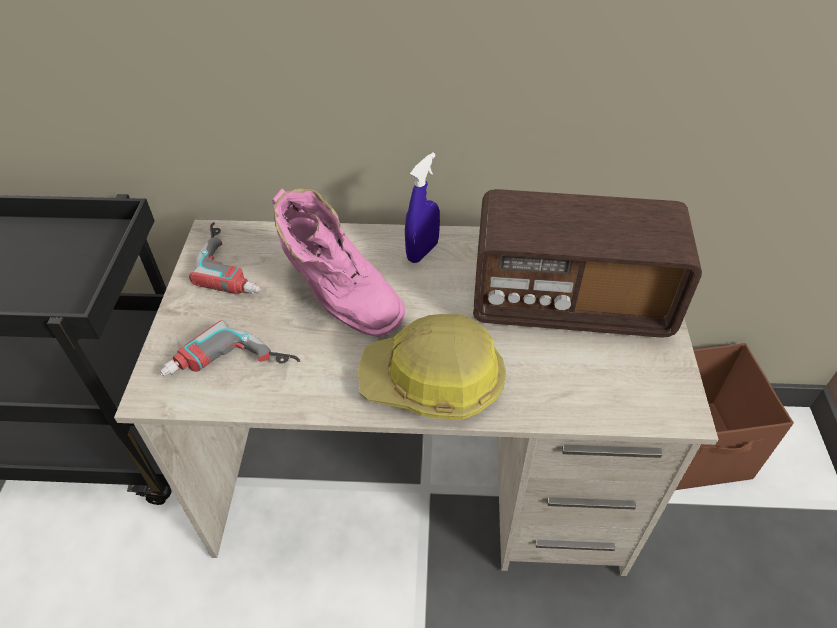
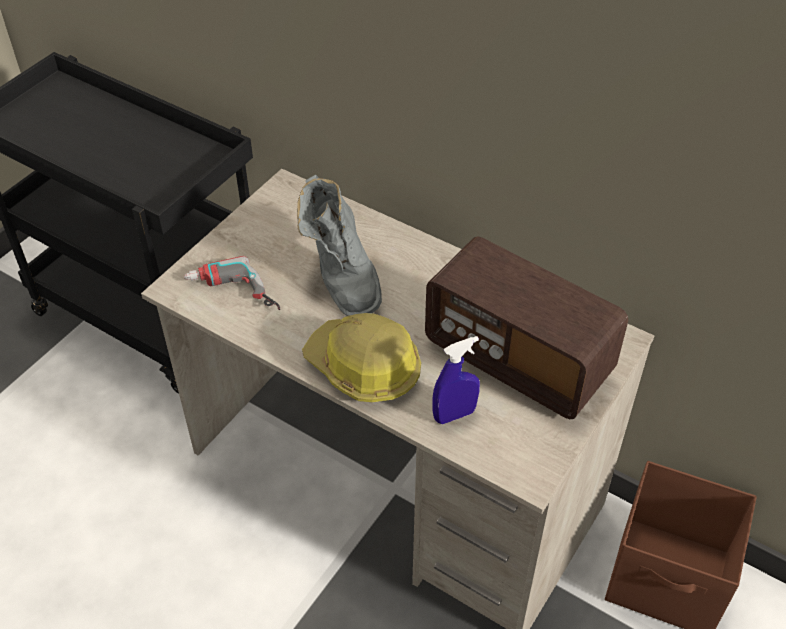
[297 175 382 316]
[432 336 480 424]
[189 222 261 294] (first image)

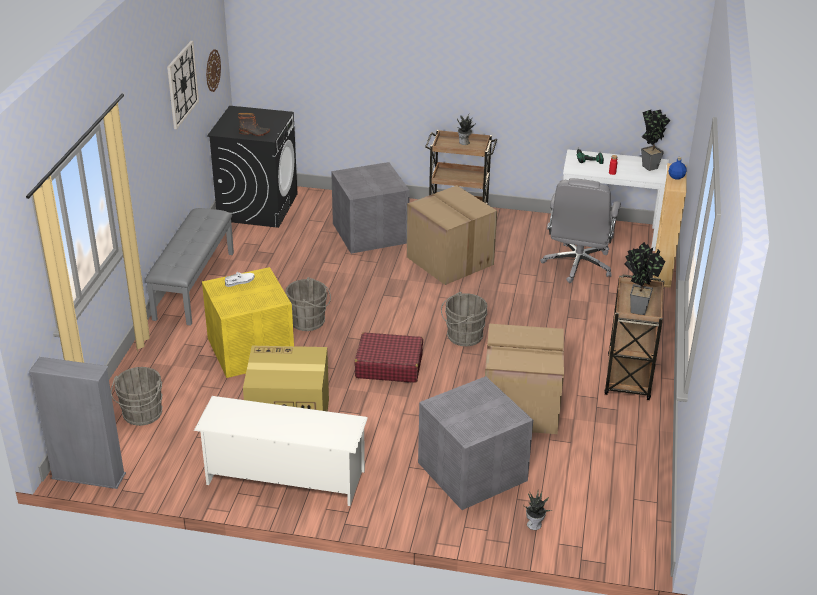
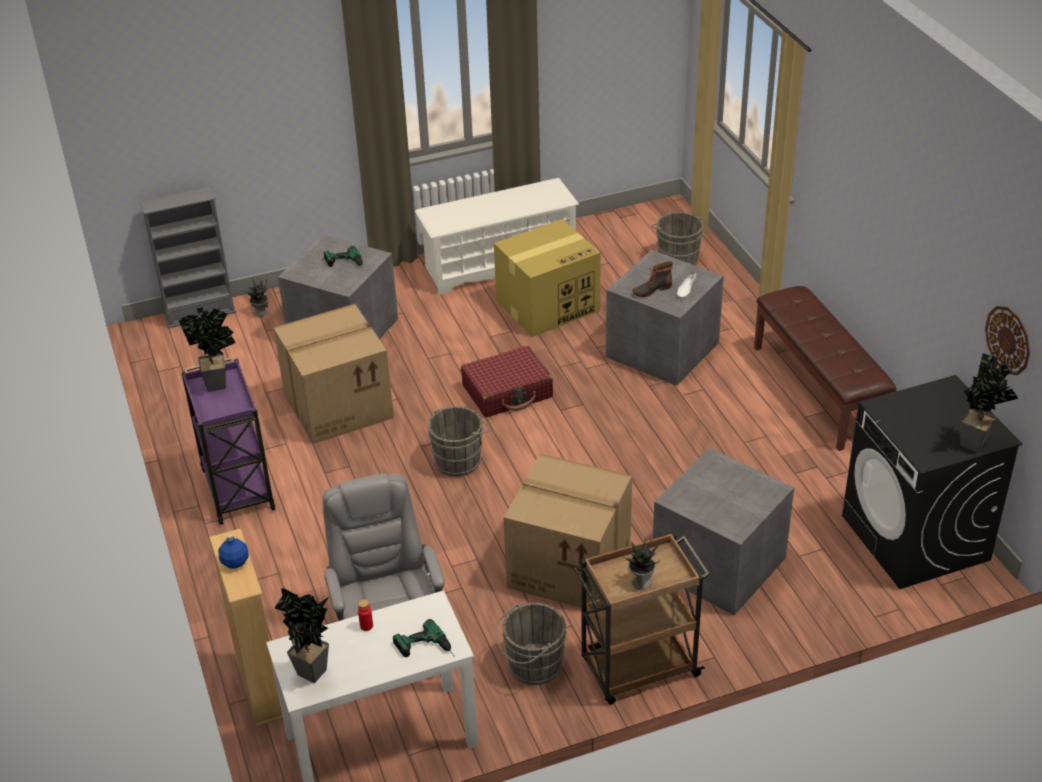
[140 187 236 328]
[181 357 276 525]
[324 246 363 269]
[495 603 567 685]
[606 250 724 386]
[633 261 673 297]
[754 286 897 451]
[960 353 1019 452]
[167 41 199 129] (first image)

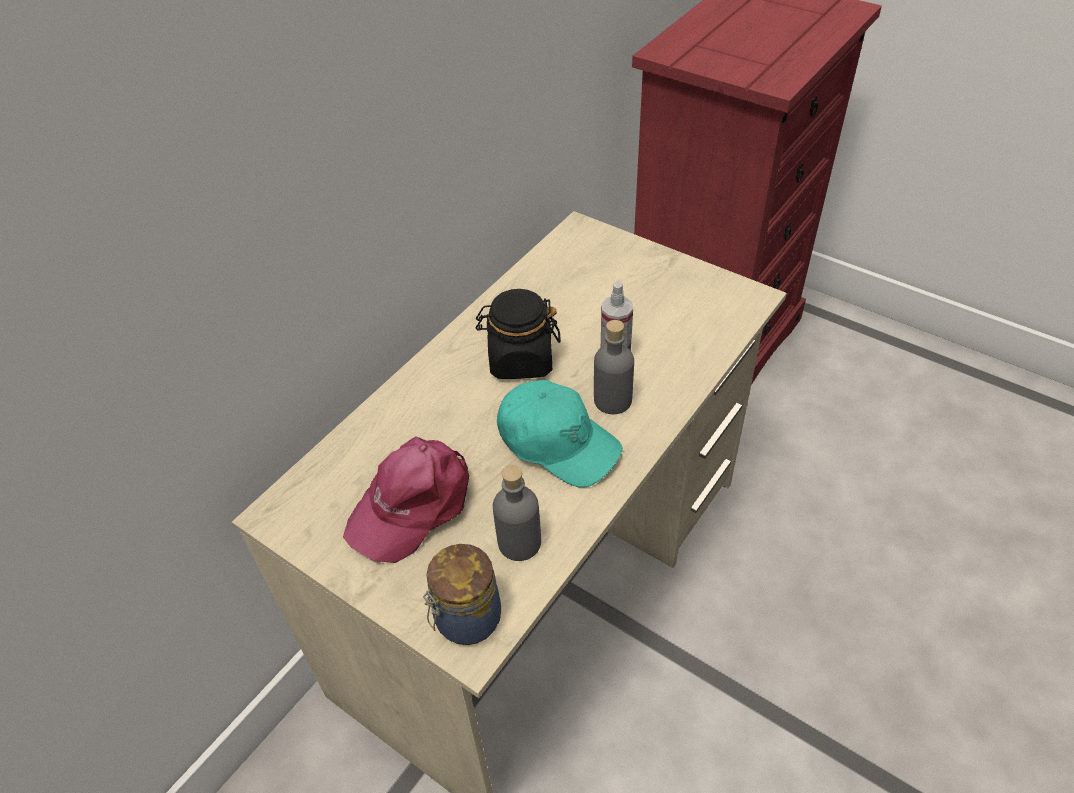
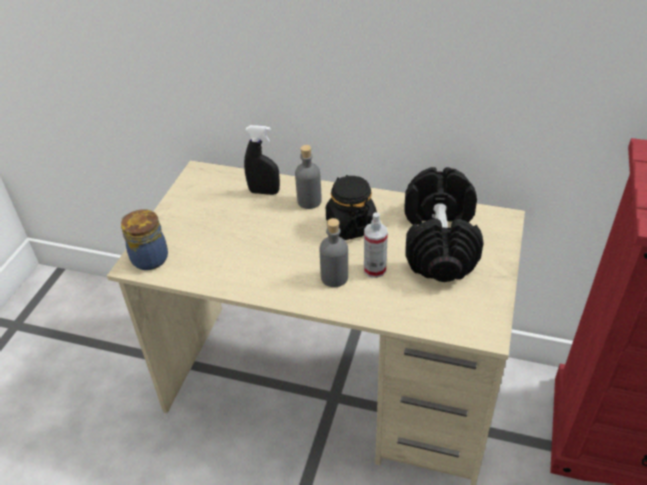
[244 125 280 195]
[295 145 322 209]
[404 167 483 282]
[343 436 469 563] (first image)
[497 380 623 488] (first image)

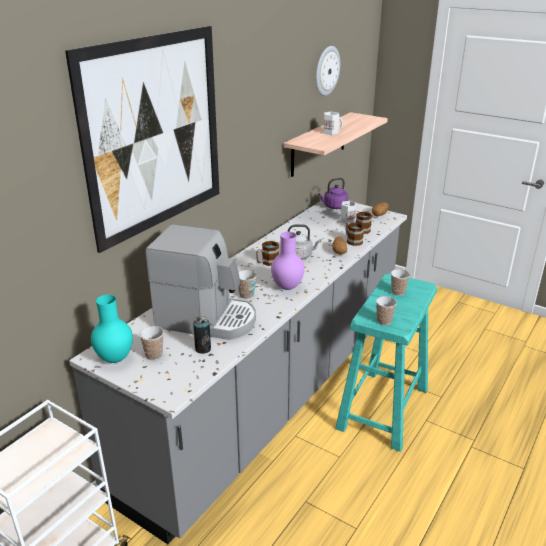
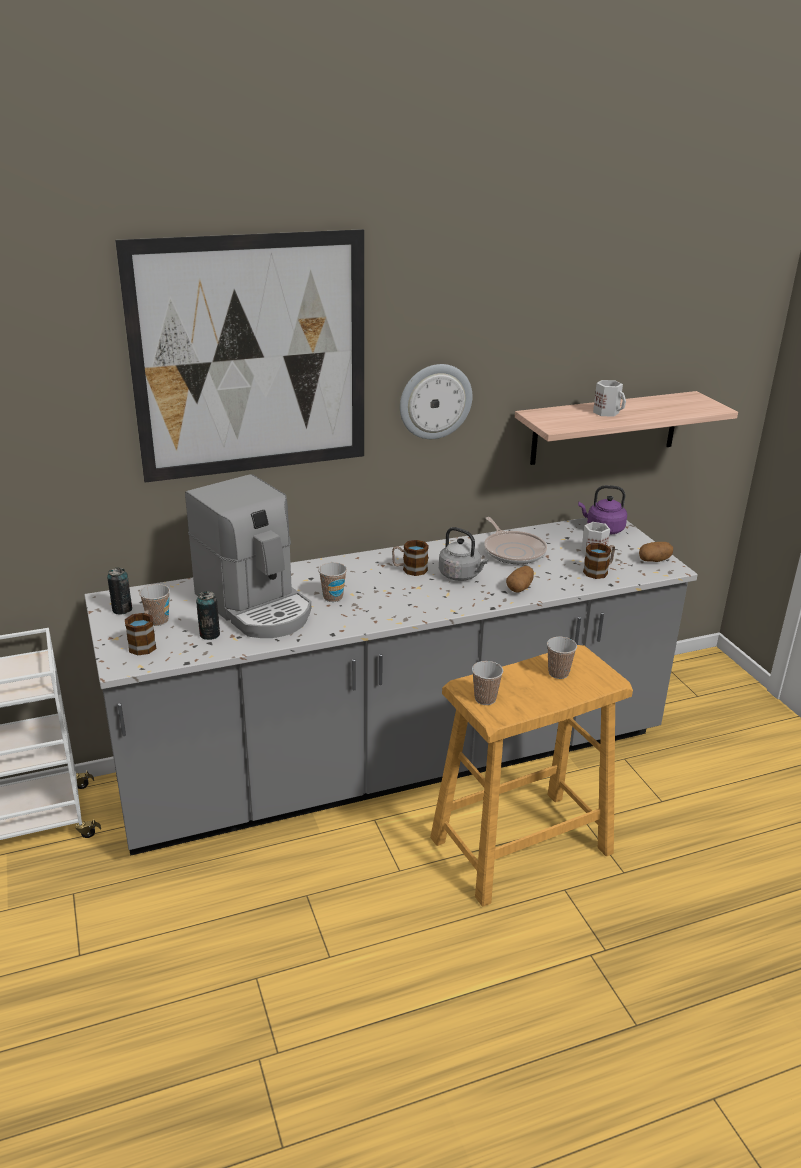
[107 568 132 615]
[125 610 157 655]
[400 364 472 439]
[430 645 633 907]
[484 517 547 564]
[271 232 305 290] (first image)

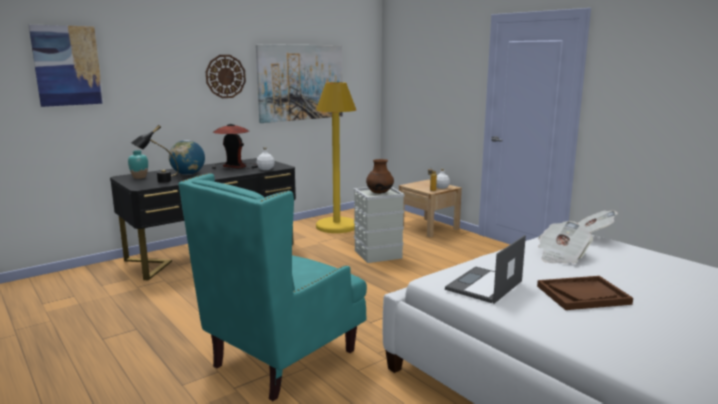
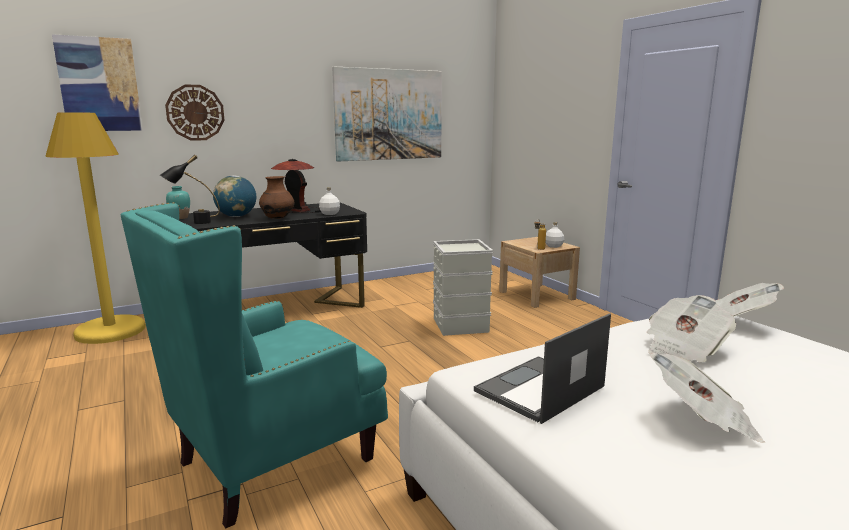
[45 113 146 344]
[165 84 224 141]
[259 176 295 219]
[650 352 765 443]

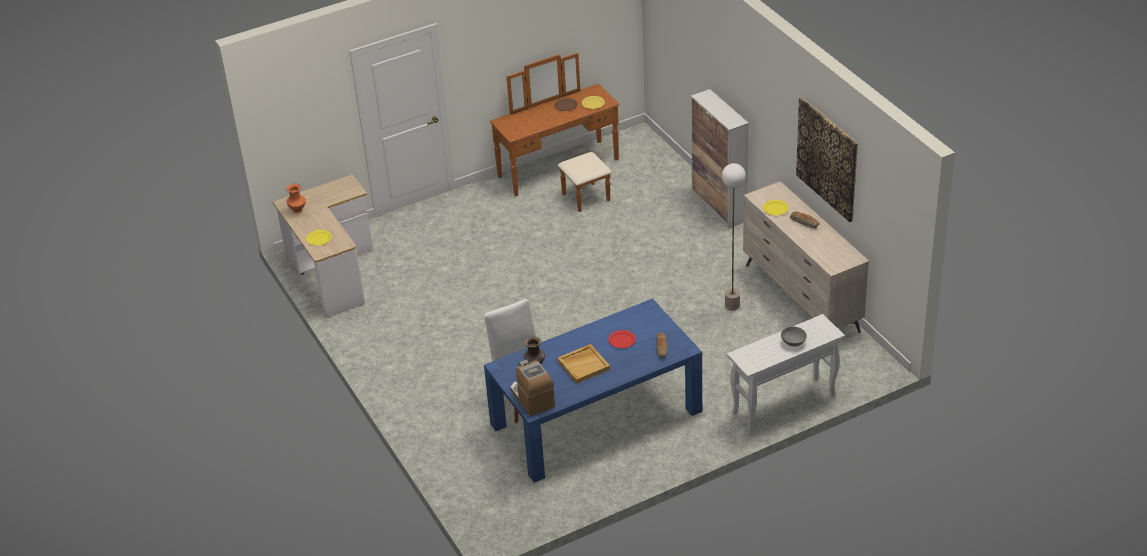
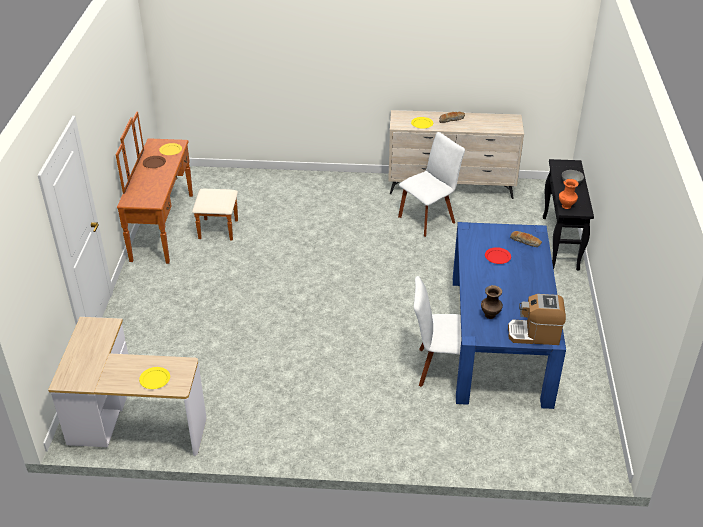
[398 132 465 237]
[543 159 594 270]
[559 179 579 209]
[557 344 610 384] (first image)
[691 89 749 229] (first image)
[796 98 858 222] (first image)

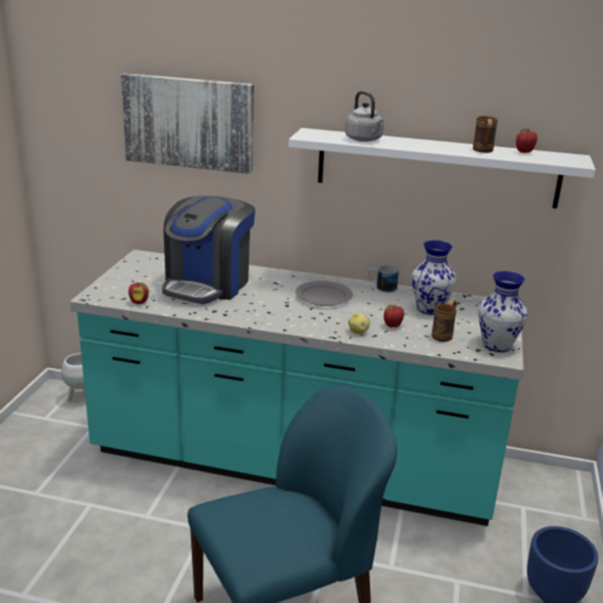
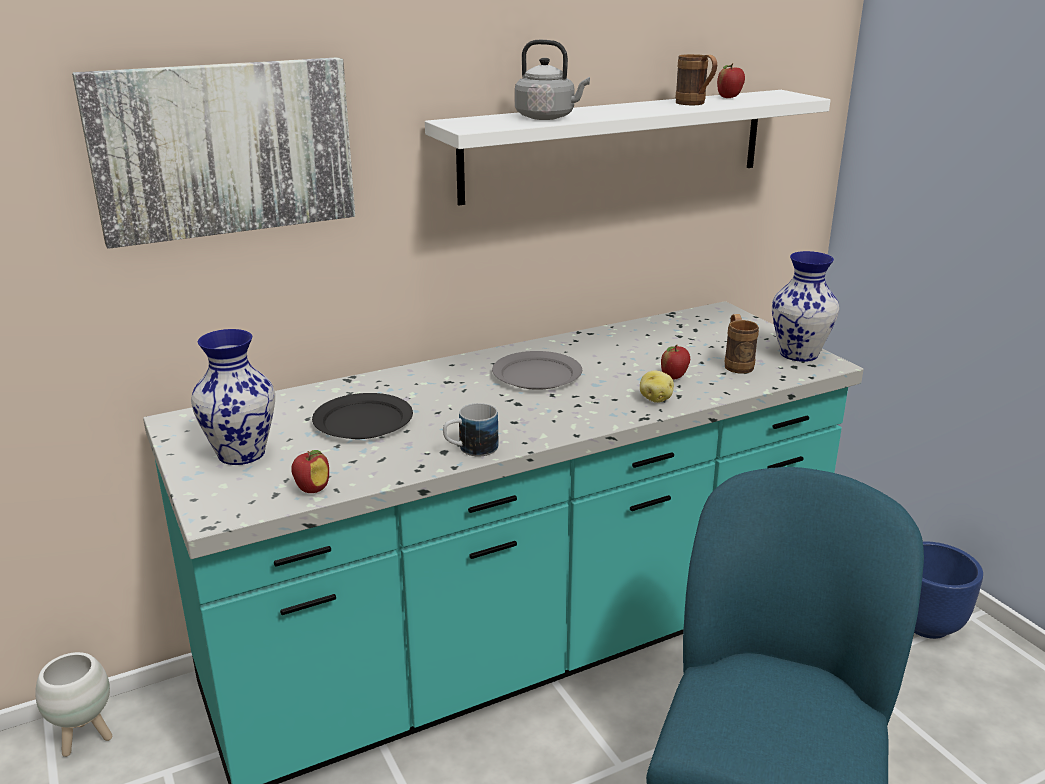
[191 329 275 465]
[312 393 413 439]
[443 403 498 457]

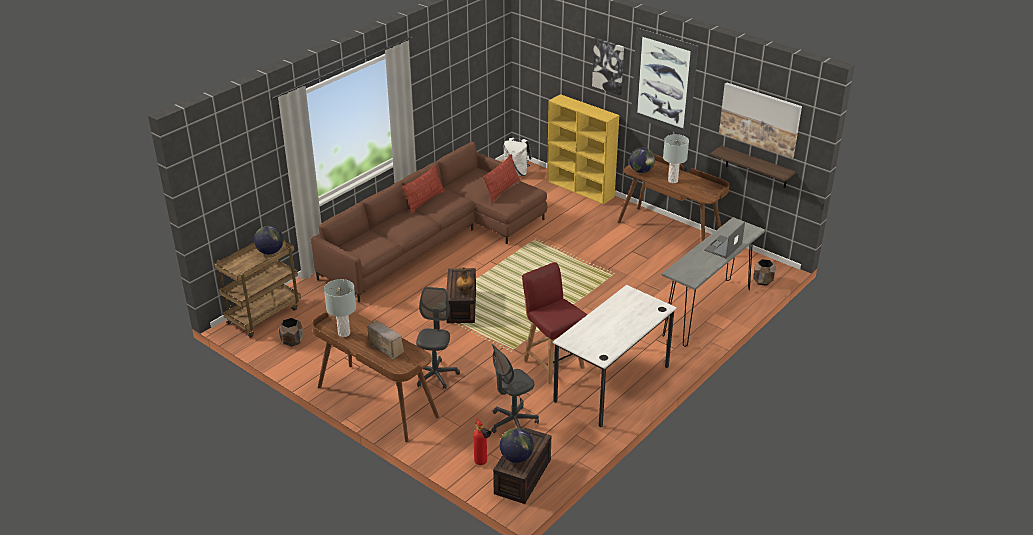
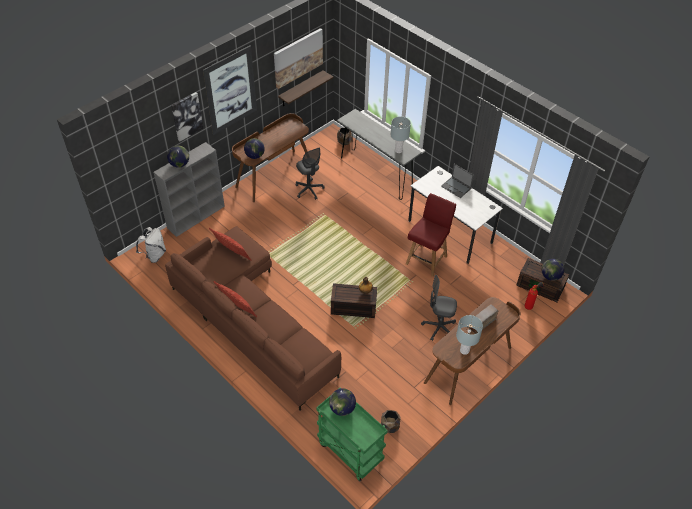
[154 142 225 237]
[167 146 189 168]
[296 148 325 200]
[316 388 388 482]
[391 117 411 153]
[406 193 456 277]
[441 164 474 198]

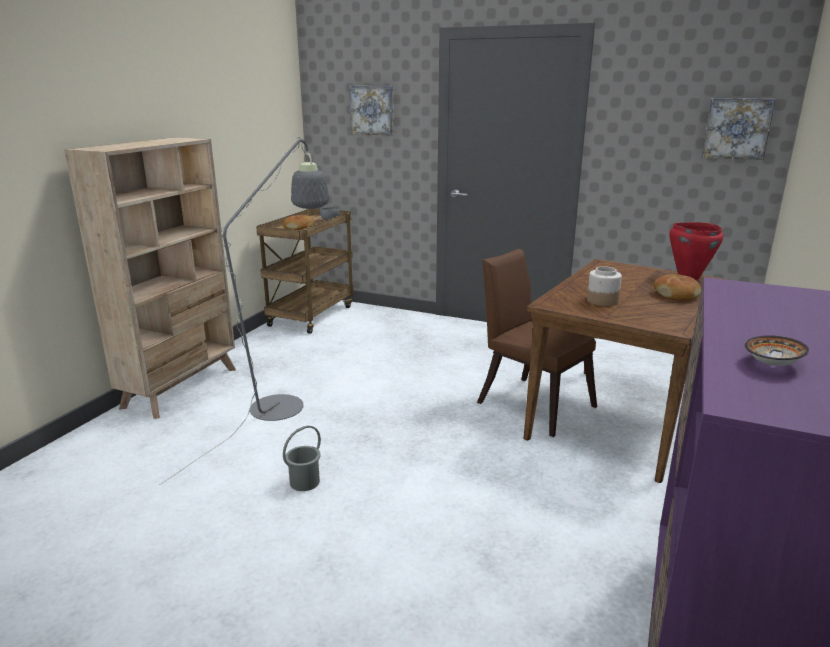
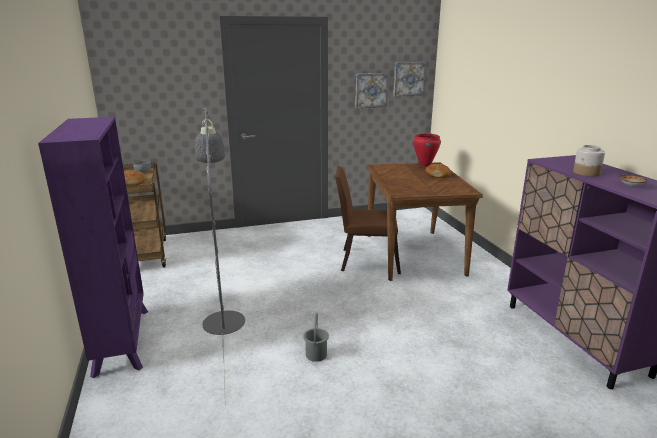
[38 117 148 378]
[355 73 388 108]
[573 145 605 176]

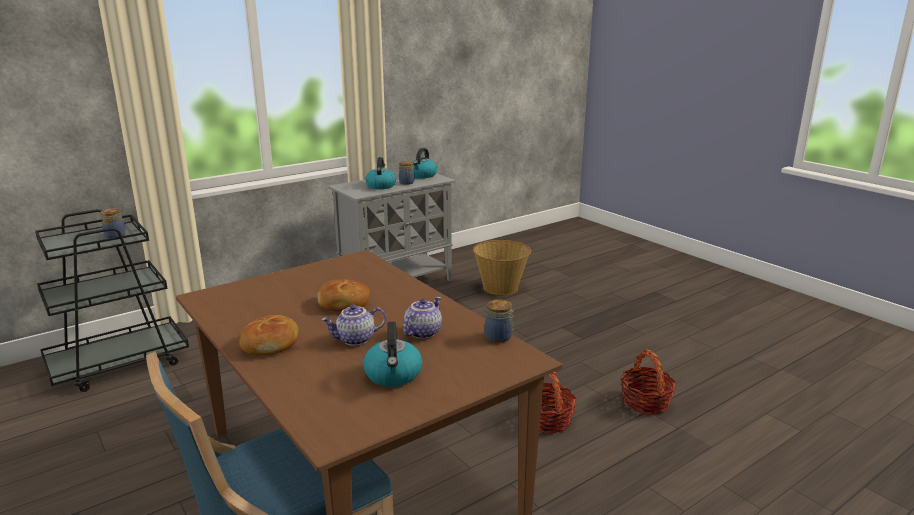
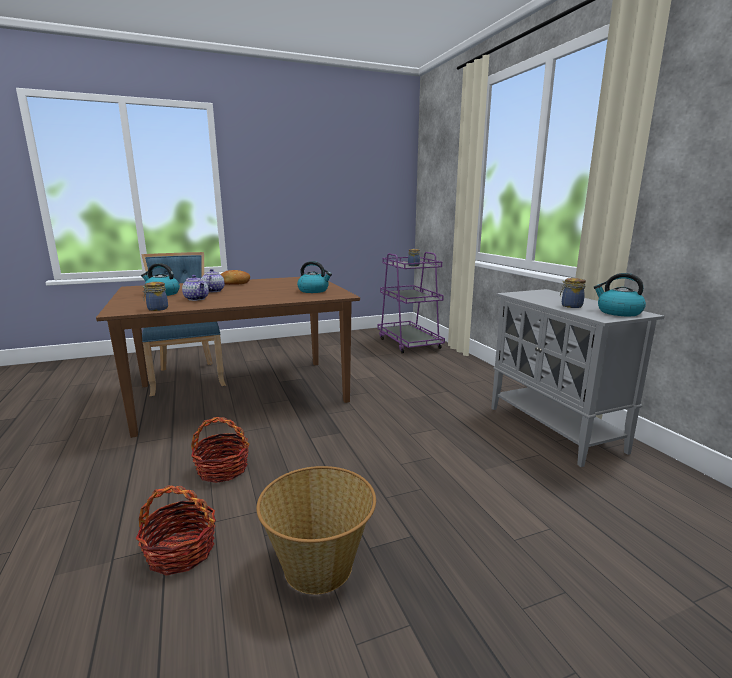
[256 466 376 595]
[297 261 332 293]
[377 252 445 354]
[317 279 370 312] (first image)

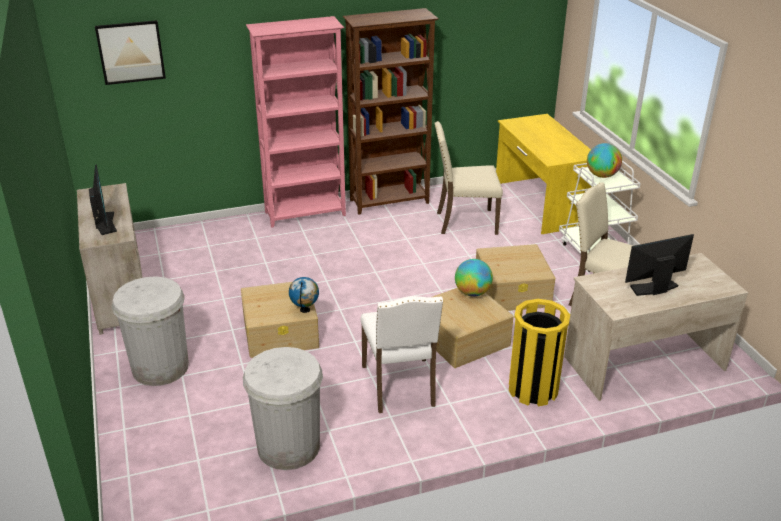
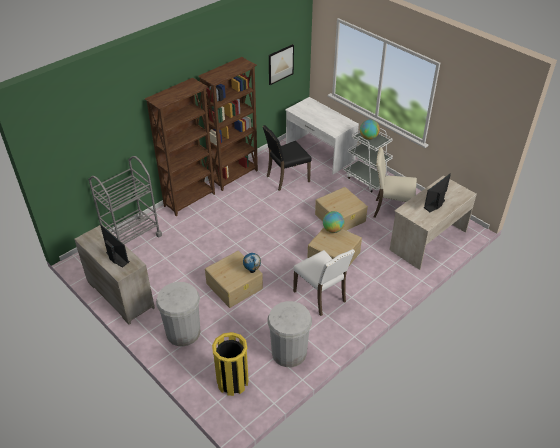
[89 156 162 244]
[145 78 215 216]
[212 332 249 396]
[262 125 312 191]
[269 44 294 85]
[285 97 359 174]

